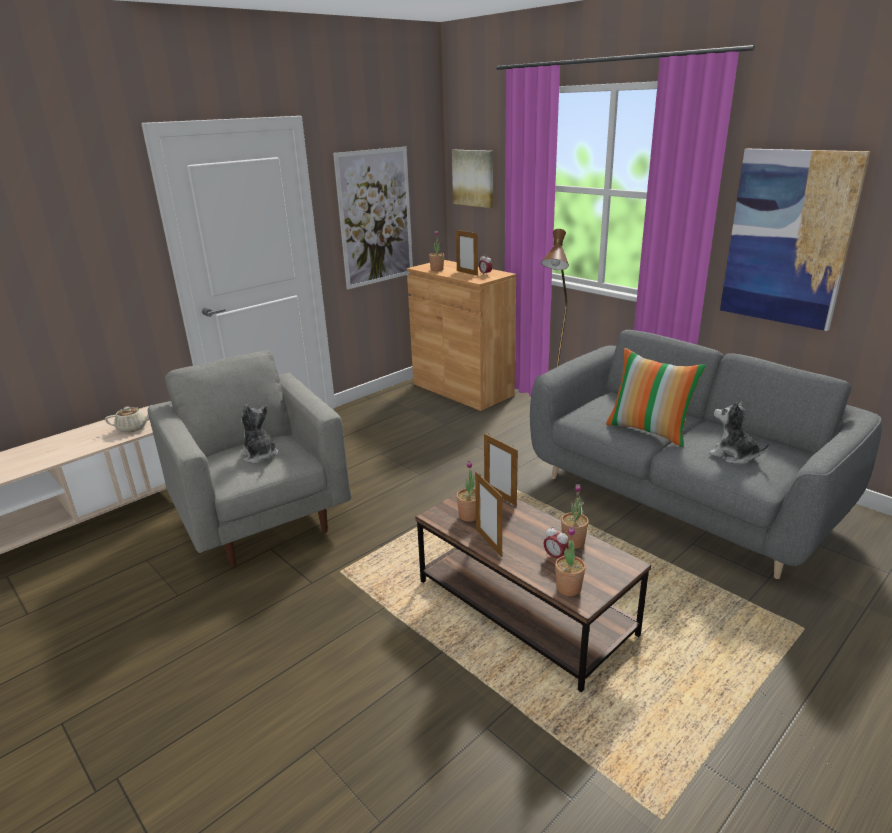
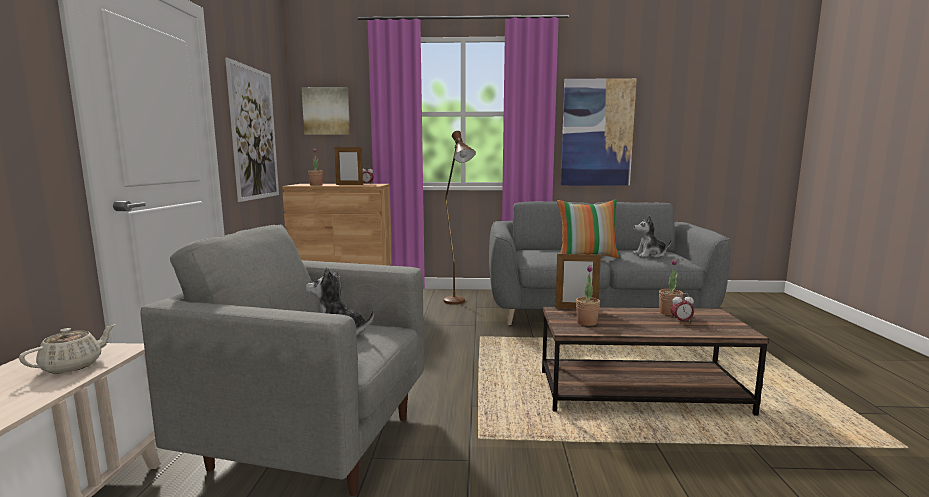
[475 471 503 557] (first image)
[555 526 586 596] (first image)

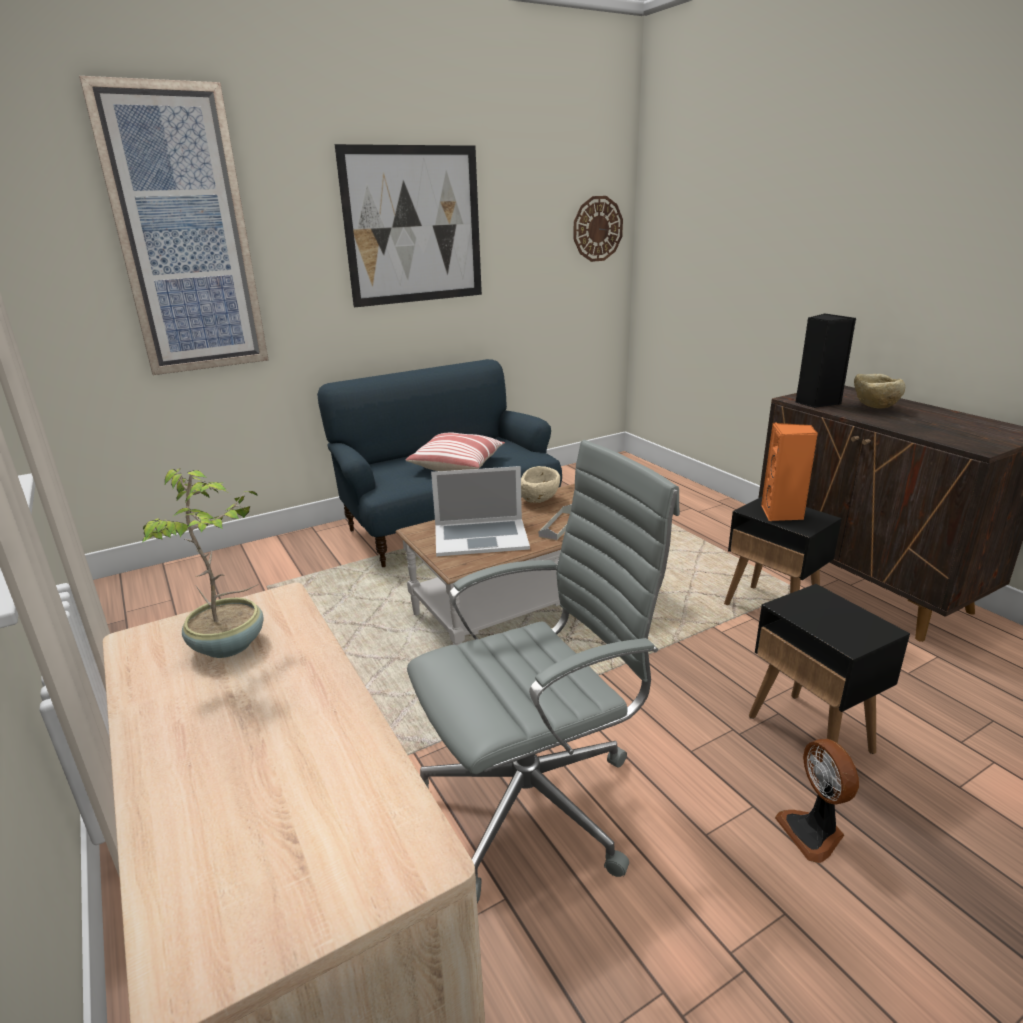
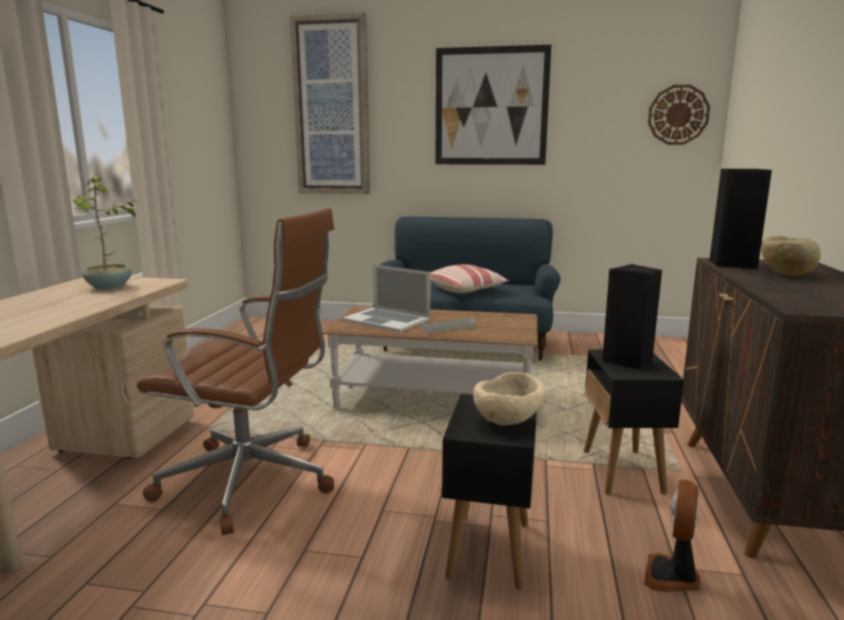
[137 208 334 535]
[473 372 544 426]
[602 264 662 370]
[644 480 700 592]

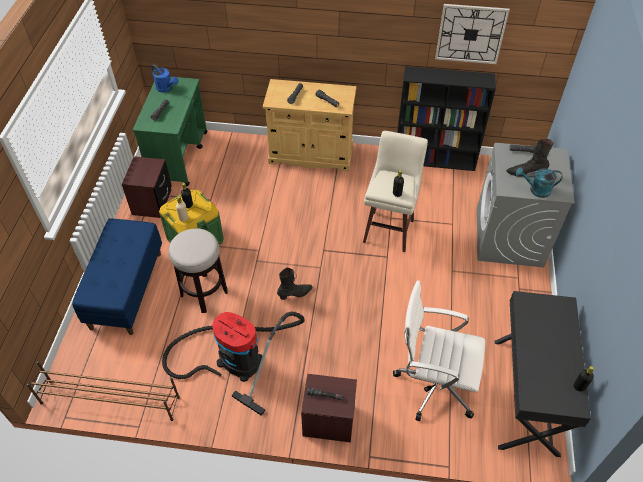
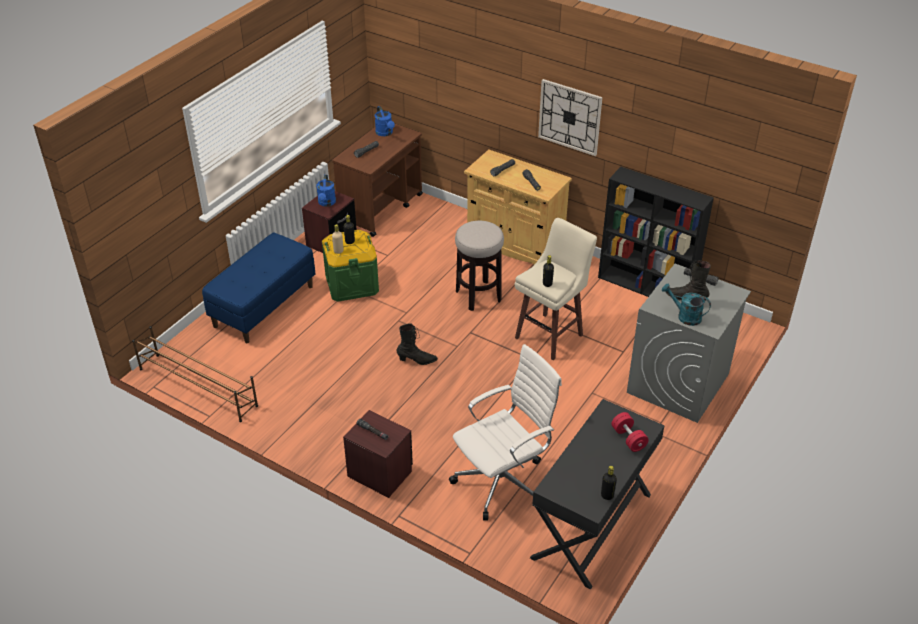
[316 175 336 207]
[332 124 423 237]
[449 344 562 520]
[455 221 504 311]
[538 79 602 156]
[611 412 649 452]
[162 312 305 416] (first image)

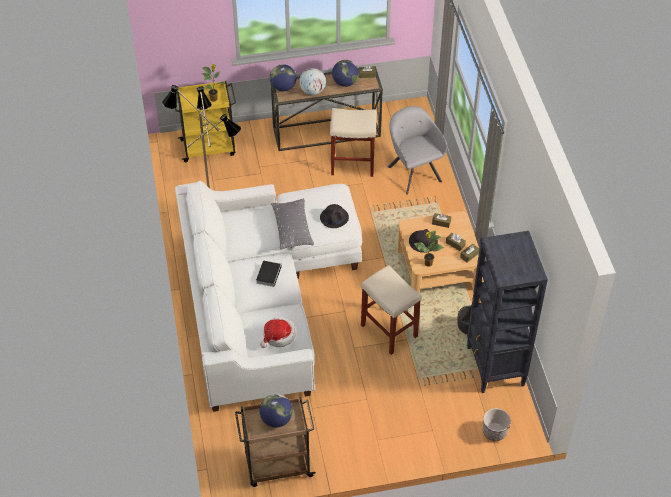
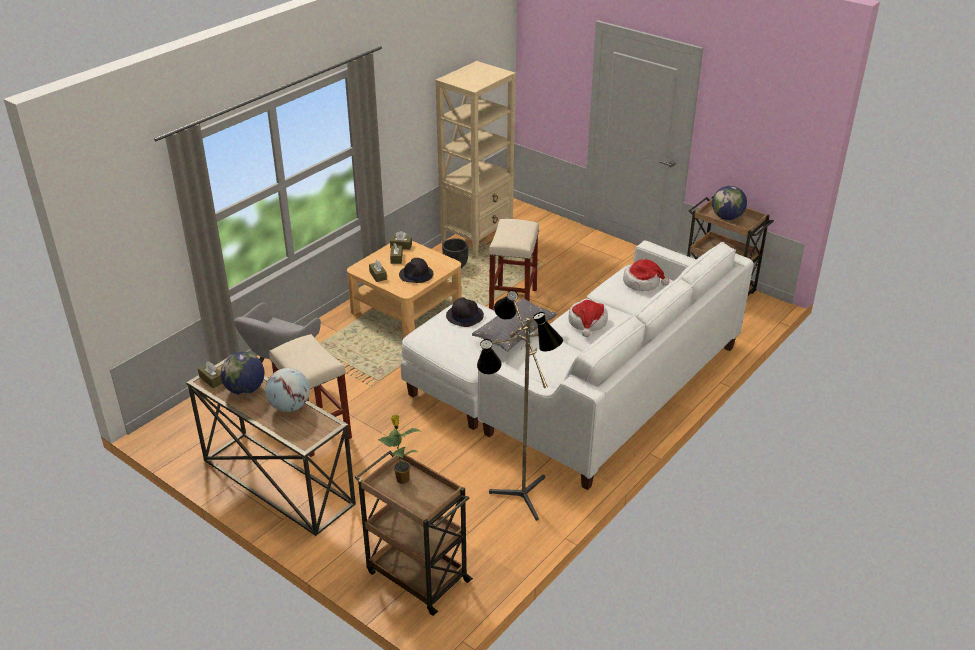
[355 450 473 616]
[435 61 516 259]
[568 300 608 337]
[270 64 296 91] (first image)
[413 231 444 267] (first image)
[483 408 511 441] (first image)

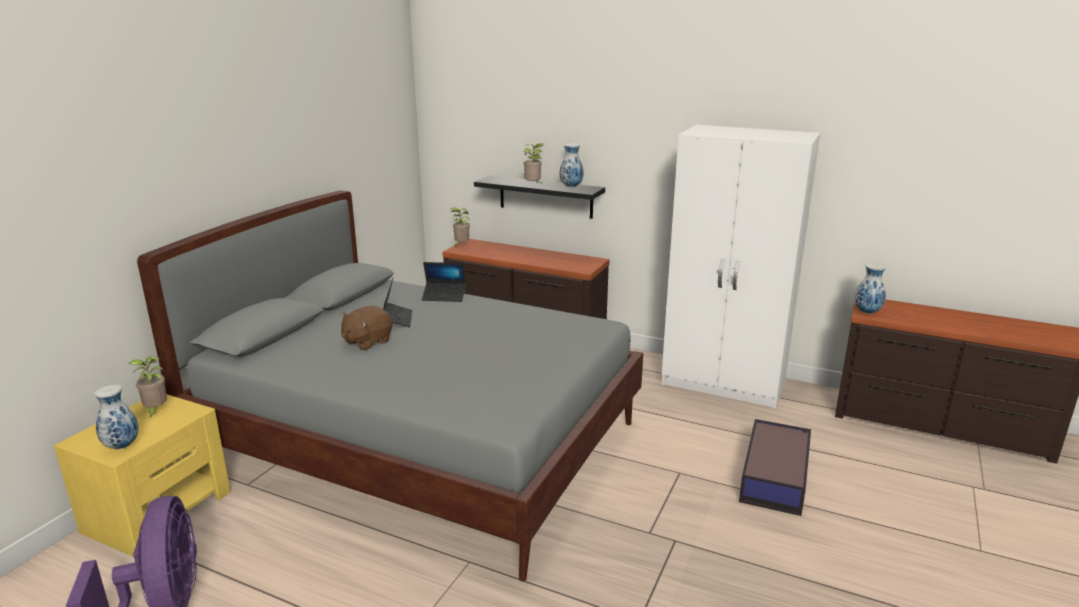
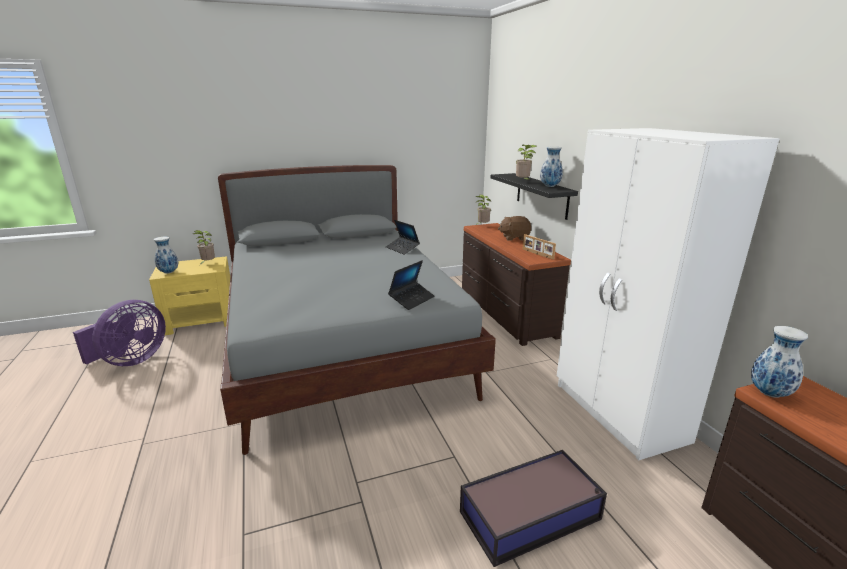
[388 260 435 310]
[498 216 531 241]
[522 234 556 260]

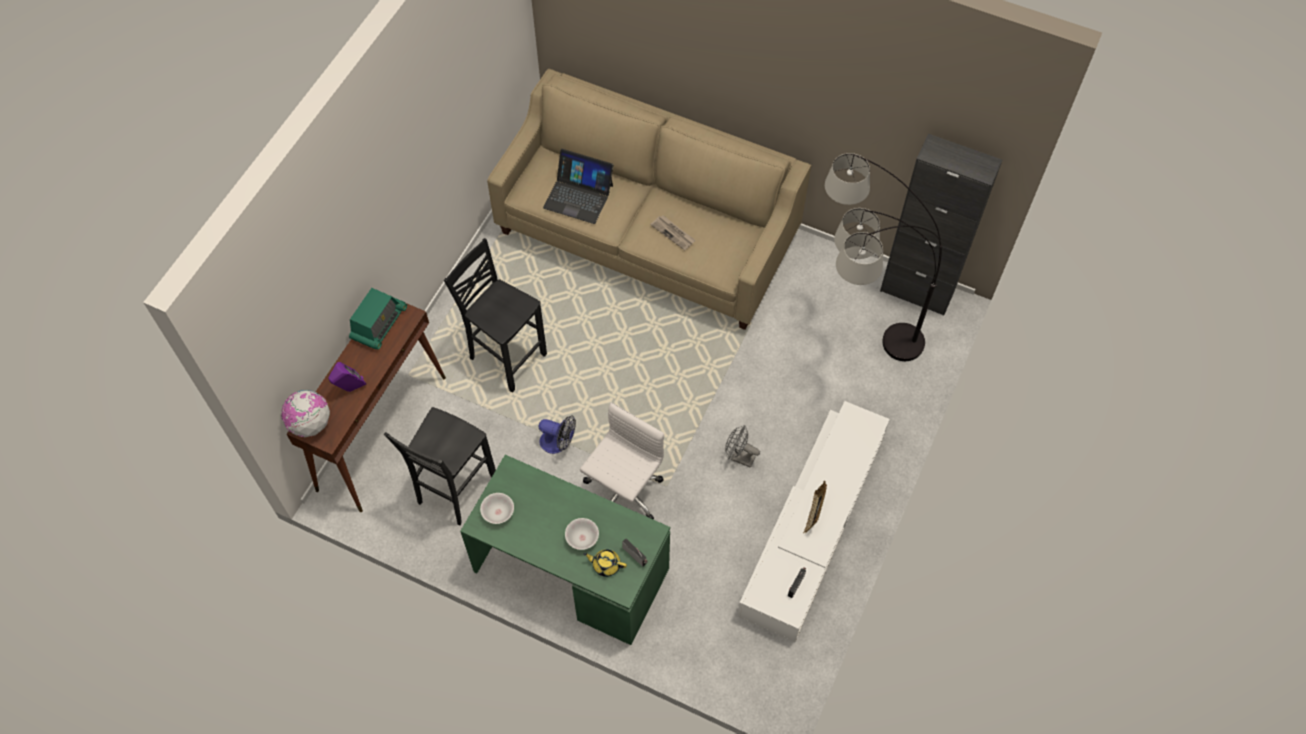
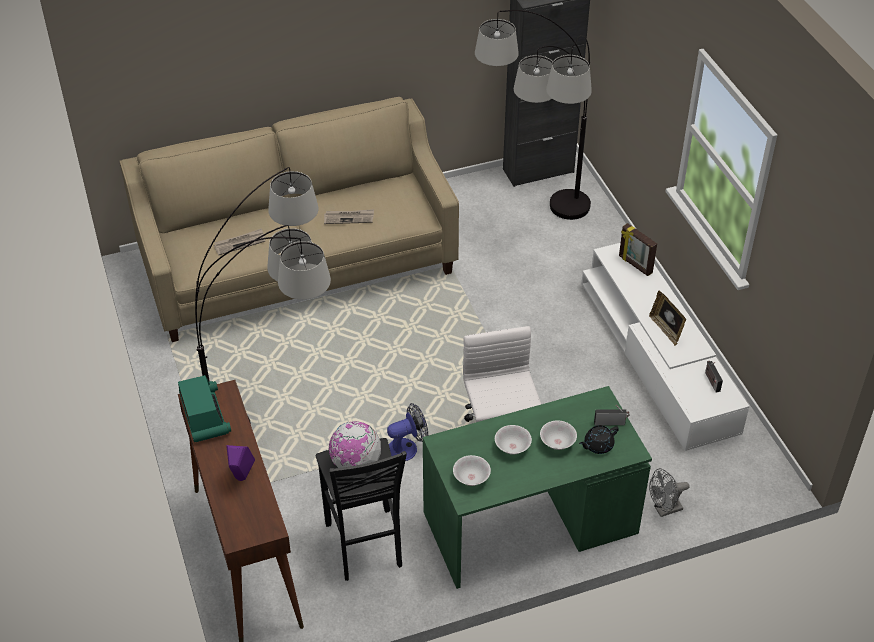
[195 167 331 424]
[214 228 265 255]
[329 421 381 468]
[495 425 532 455]
[579 425 619 454]
[619 223 657 276]
[649 468 690 517]

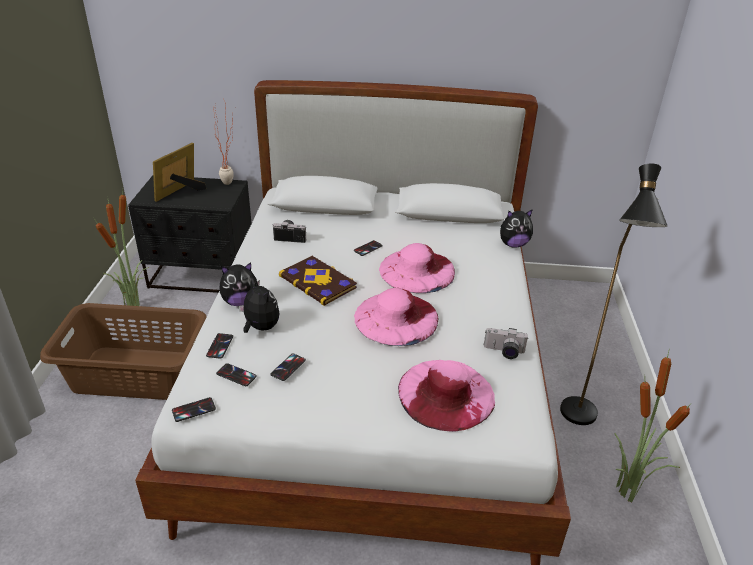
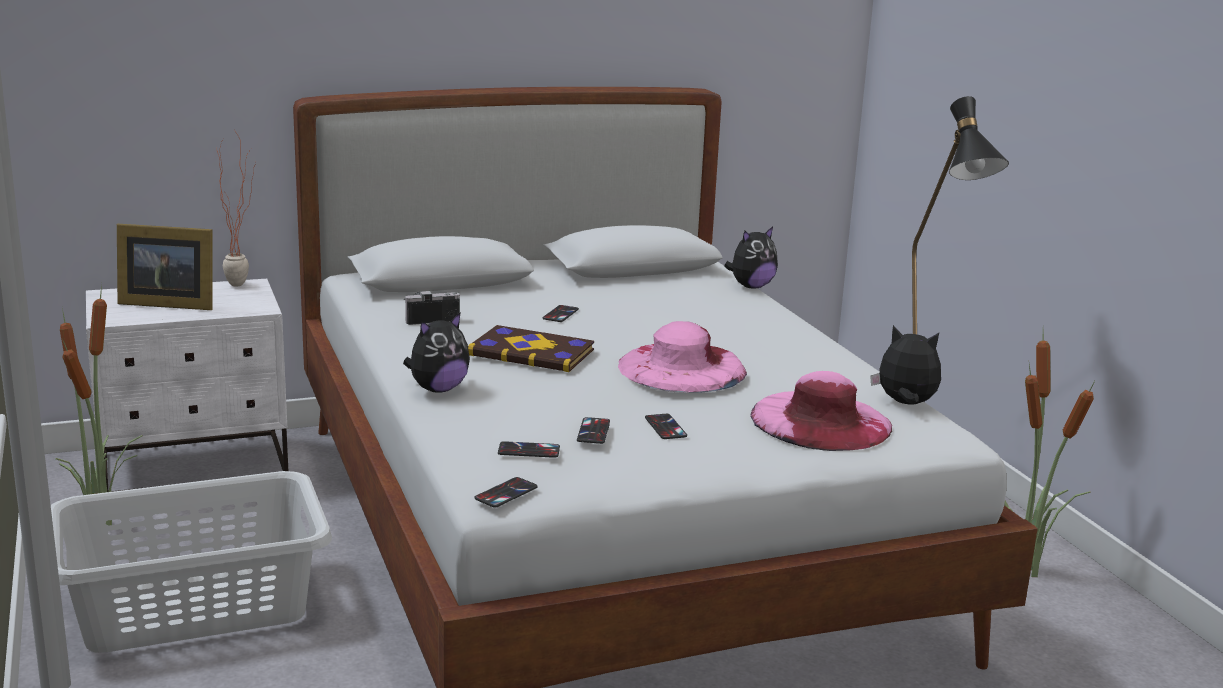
[51 471 332 653]
[86 279 288 492]
[117 224 213 310]
[645 414 687 439]
[870 325 941 404]
[379 243 455 293] (first image)
[484 328 529 359] (first image)

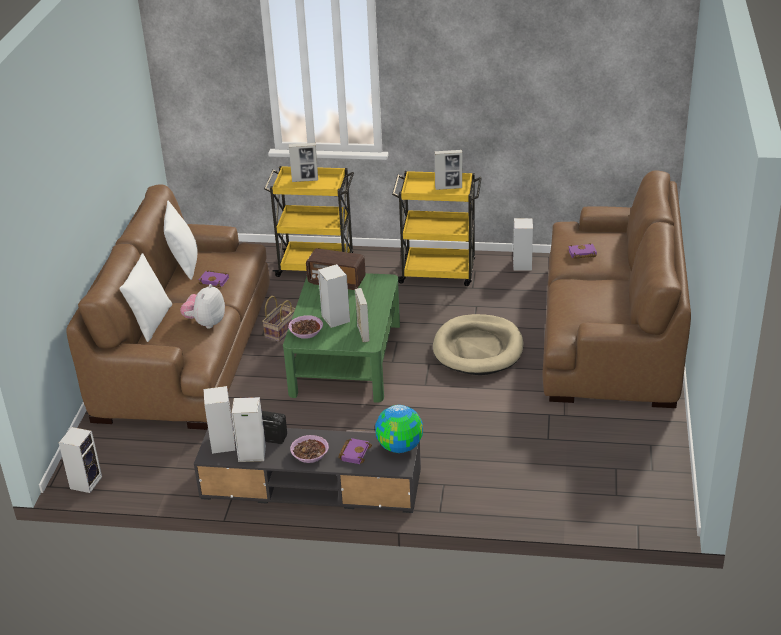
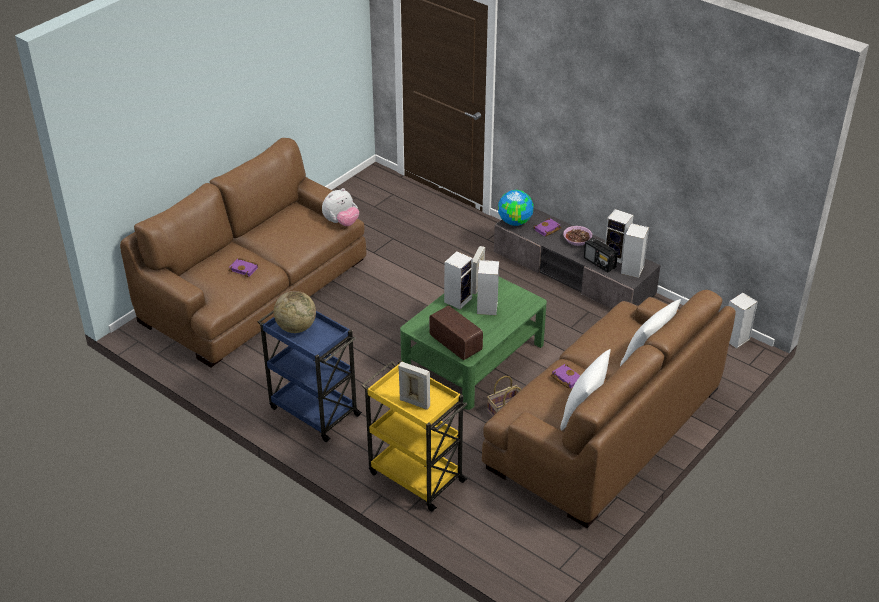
[258 310 362 442]
[274 291 316 333]
[322 188 359 226]
[444 251 473 309]
[288 315 323 339] (first image)
[433 314 524 375] (first image)

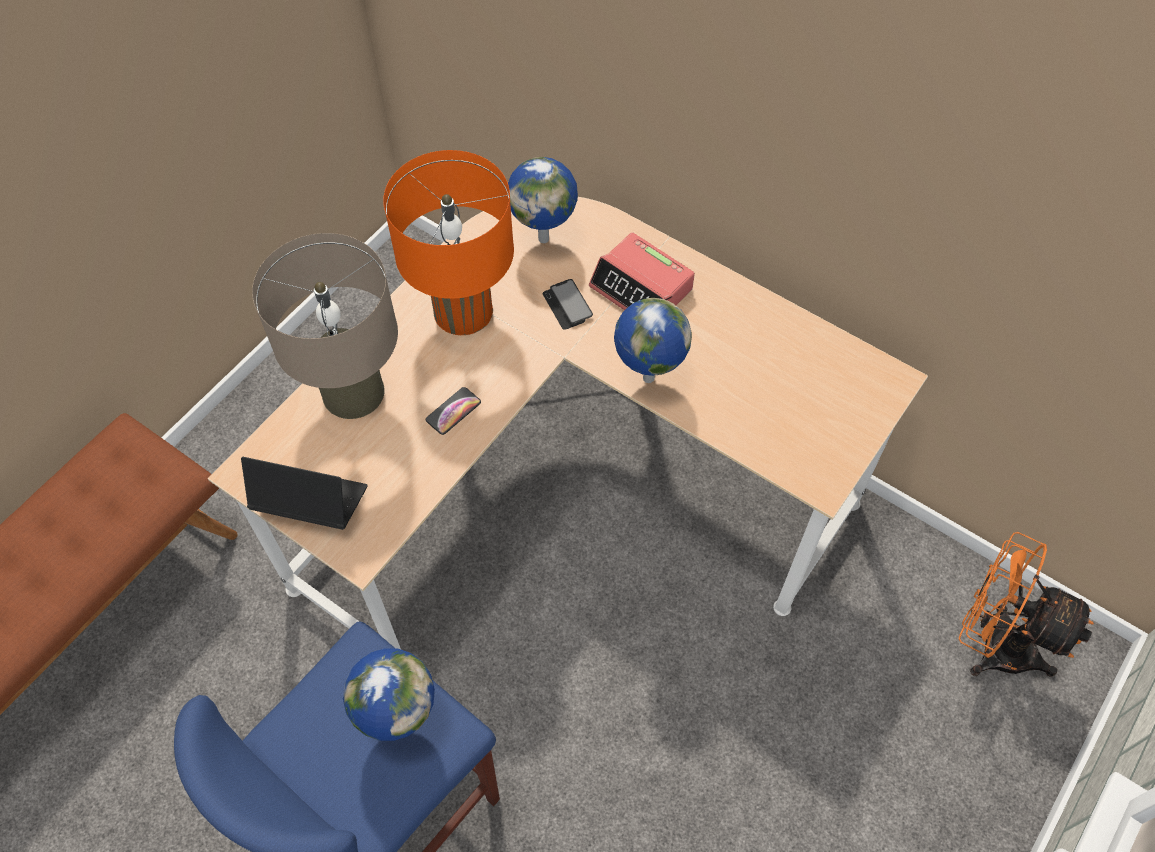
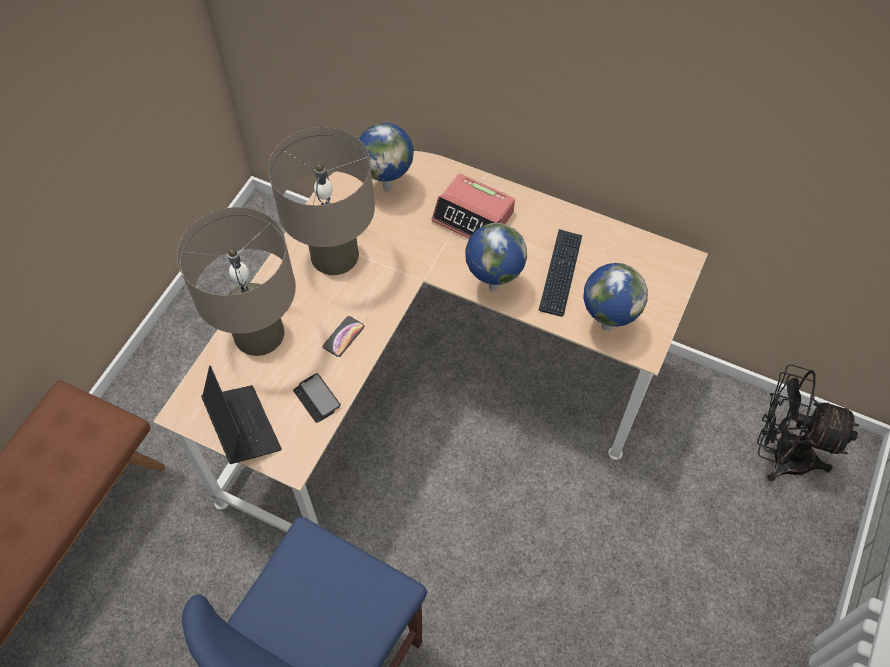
[201 366 282 464]
[268 127 375 275]
[293 373 341 423]
[539 229 582 317]
[583 263 648 331]
[757 364 859 482]

